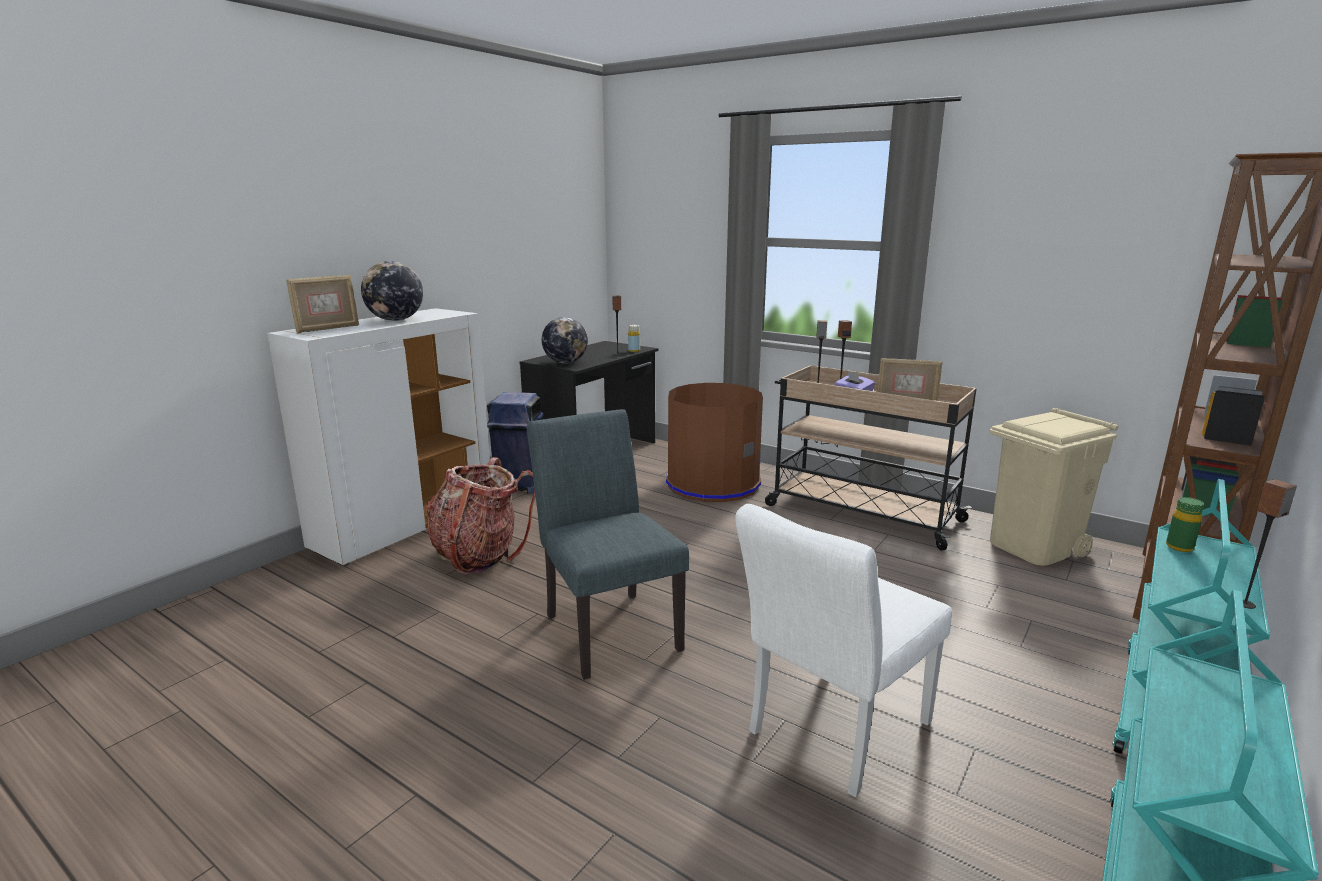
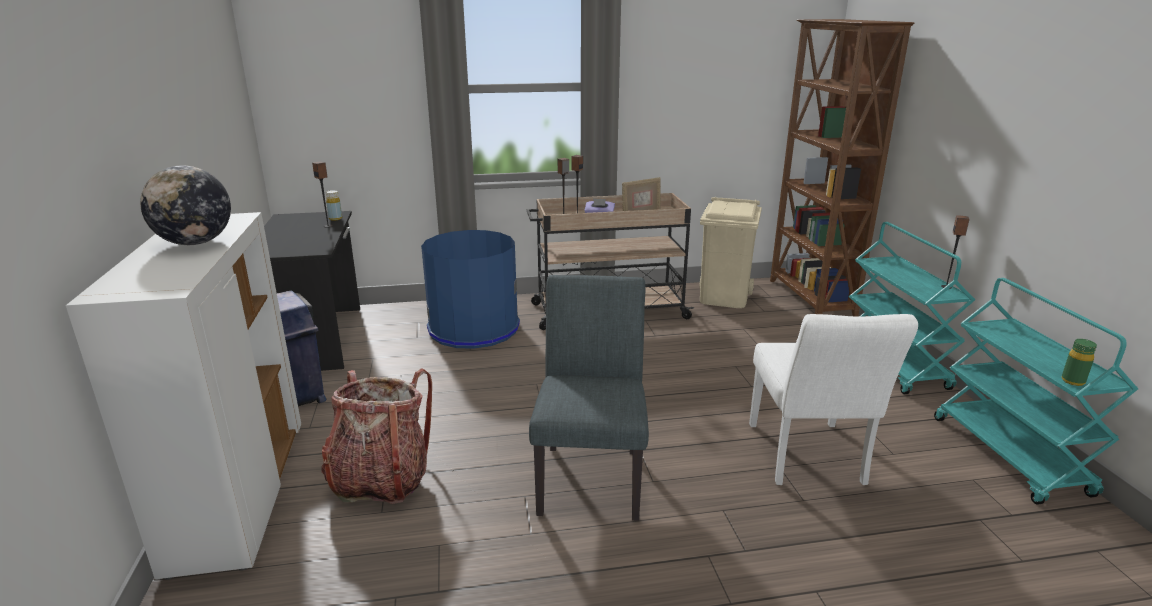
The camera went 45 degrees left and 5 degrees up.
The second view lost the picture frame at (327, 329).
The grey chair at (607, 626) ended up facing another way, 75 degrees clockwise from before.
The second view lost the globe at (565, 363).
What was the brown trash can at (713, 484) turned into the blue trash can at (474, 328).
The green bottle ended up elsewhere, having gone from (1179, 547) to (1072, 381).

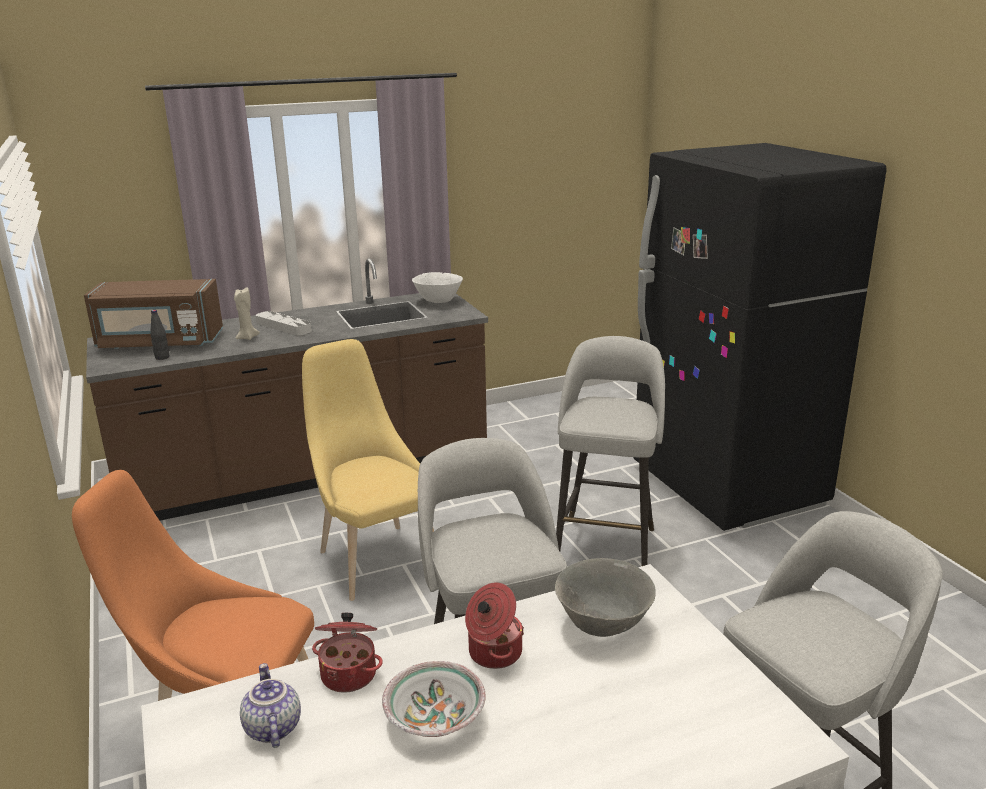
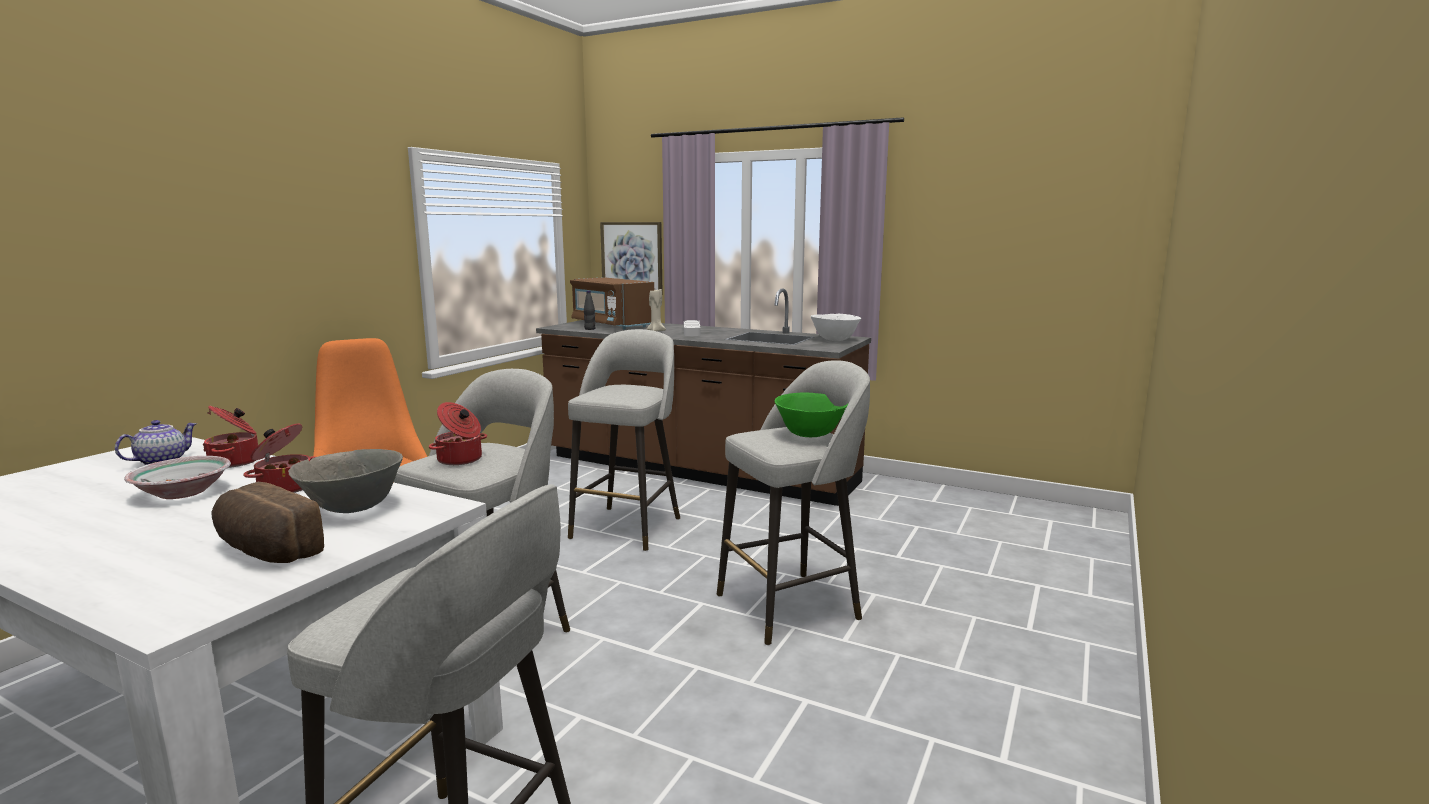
The camera went 50 degrees right and 10 degrees down.
Where the yellow chair stood at (375, 556), the grey stool came to stand at (628, 526).
The second view lost the black fridge at (727, 486).
The second view gained the bread at (265, 550).
The second view gained the cooking pot at (460, 460).
The second view gained the picture at (632, 258).
The second view gained the green bowl at (810, 435).

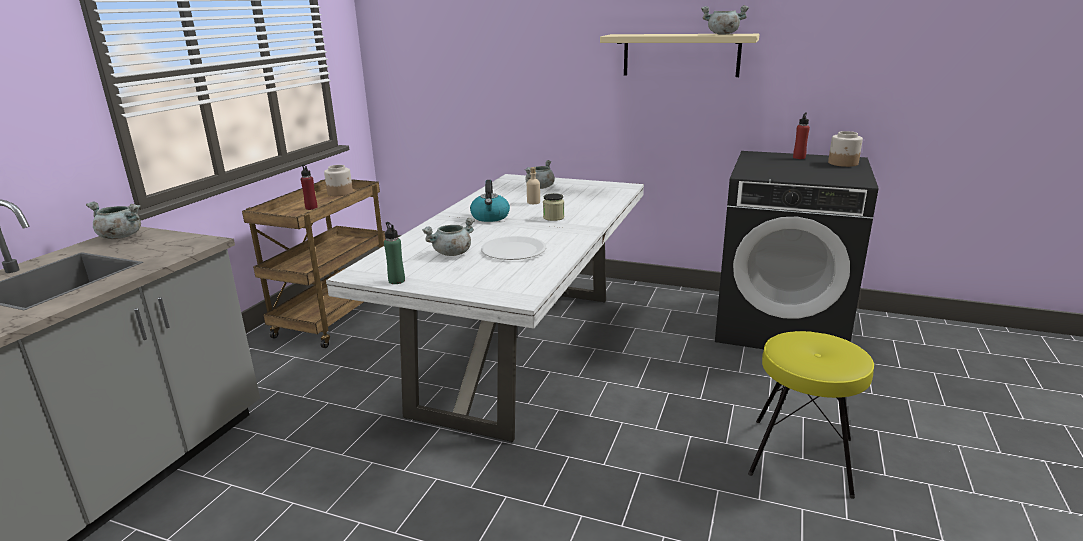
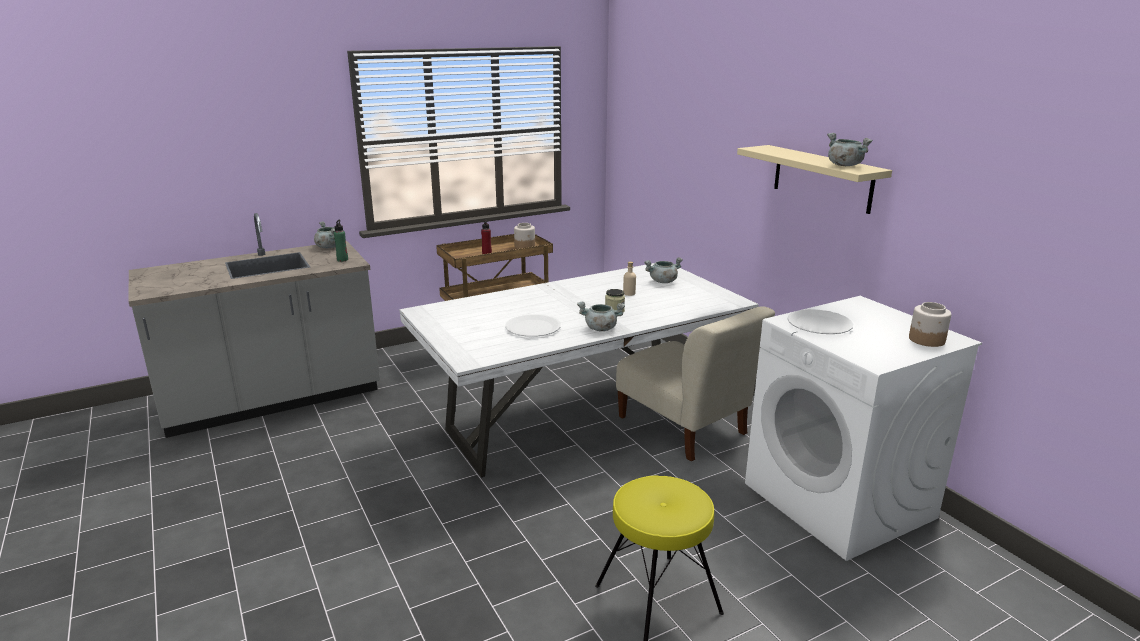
The camera went 40 degrees right and 0 degrees up.
The green bottle ended up elsewhere, having gone from (396, 281) to (342, 260).
The grey cooking pot ended up elsewhere, having gone from (452, 253) to (600, 328).
The second view lost the kettle at (490, 217).
What was the black washing machine at (781, 326) turned into the white washing machine at (839, 501).
The second view lost the red bottle at (799, 157).
The second view gained the beige chair at (685, 428).
The second view gained the white plate at (819, 324).

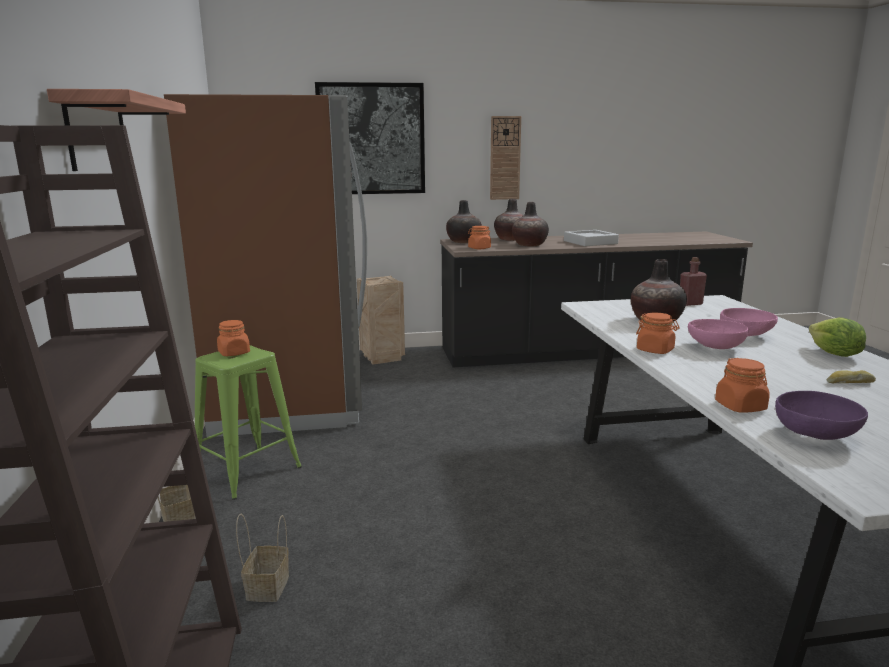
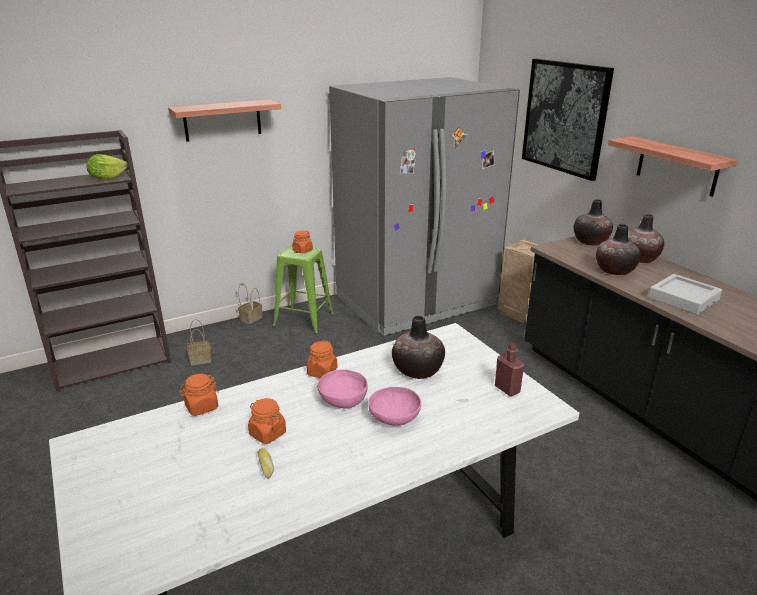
The camera went 70 degrees right and 10 degrees up.
What was the brown fridge at (294, 394) turned into the grey fridge at (416, 301).
The orange jar ended up elsewhere, having gone from (479, 248) to (267, 433).
Where the wall clock hung at (505, 158), the shelf came to hang at (677, 166).
The second view lost the purple bowl at (815, 436).
The lettuce ended up elsewhere, having gone from (833, 354) to (107, 178).

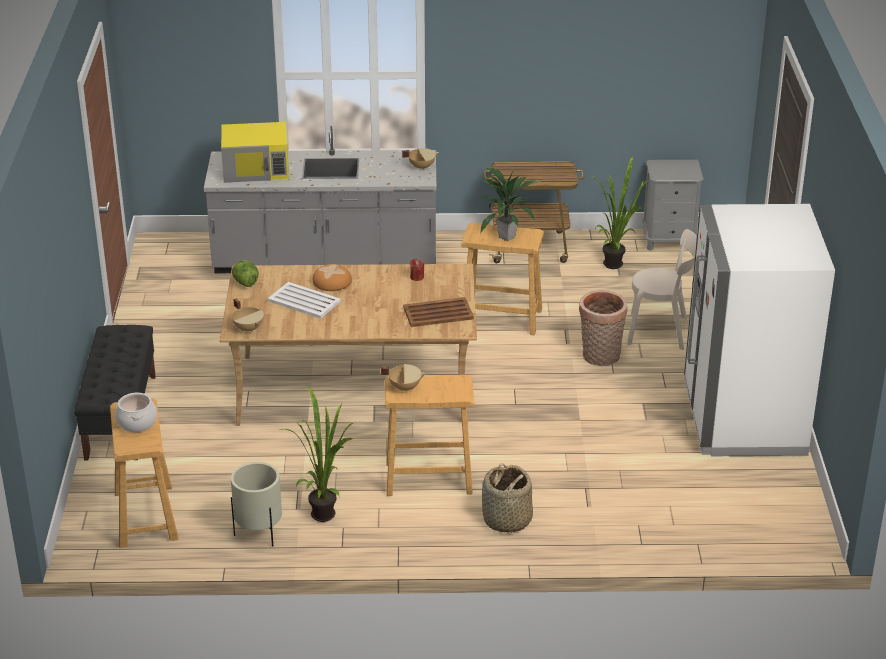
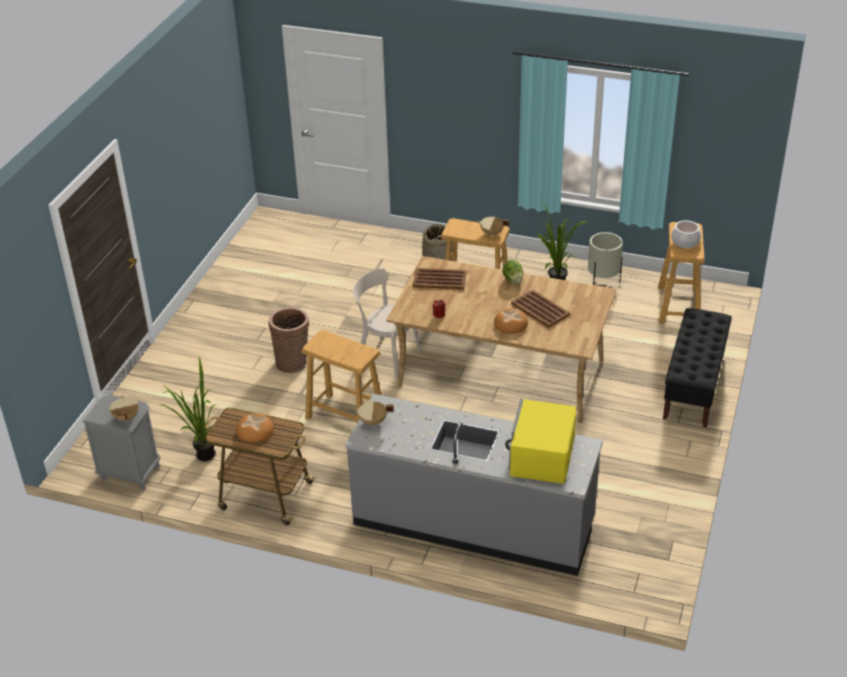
The camera went 160 degrees left and 5 degrees up.
The yellow microwave at (256, 168) ended up facing another way, 90 degrees counterclockwise from before.
The lettuce ended up elsewhere, having gone from (245, 283) to (513, 280).
The beige cooking pot ended up elsewhere, having gone from (249, 328) to (125, 417).
What was the white tray at (303, 301) turned into the brown tray at (540, 309).
The second view lost the potted plant at (506, 236).
The beige chair ended up elsewhere, having gone from (661, 331) to (385, 356).
The second view lost the white fridge at (743, 419).
The second view gained the bread at (254, 430).

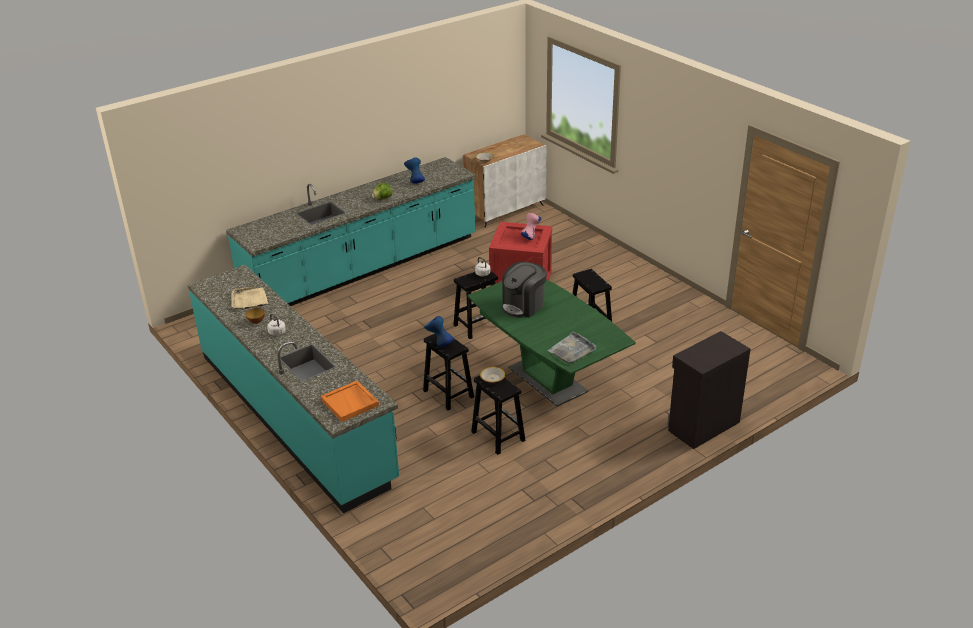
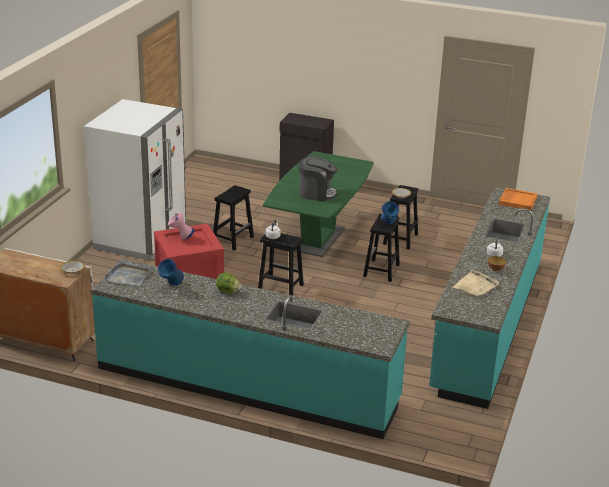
The camera went 125 degrees left and 5 degrees down.
The grey tray ended up elsewhere, having gone from (572, 350) to (128, 276).
The second view gained the white fridge at (140, 238).

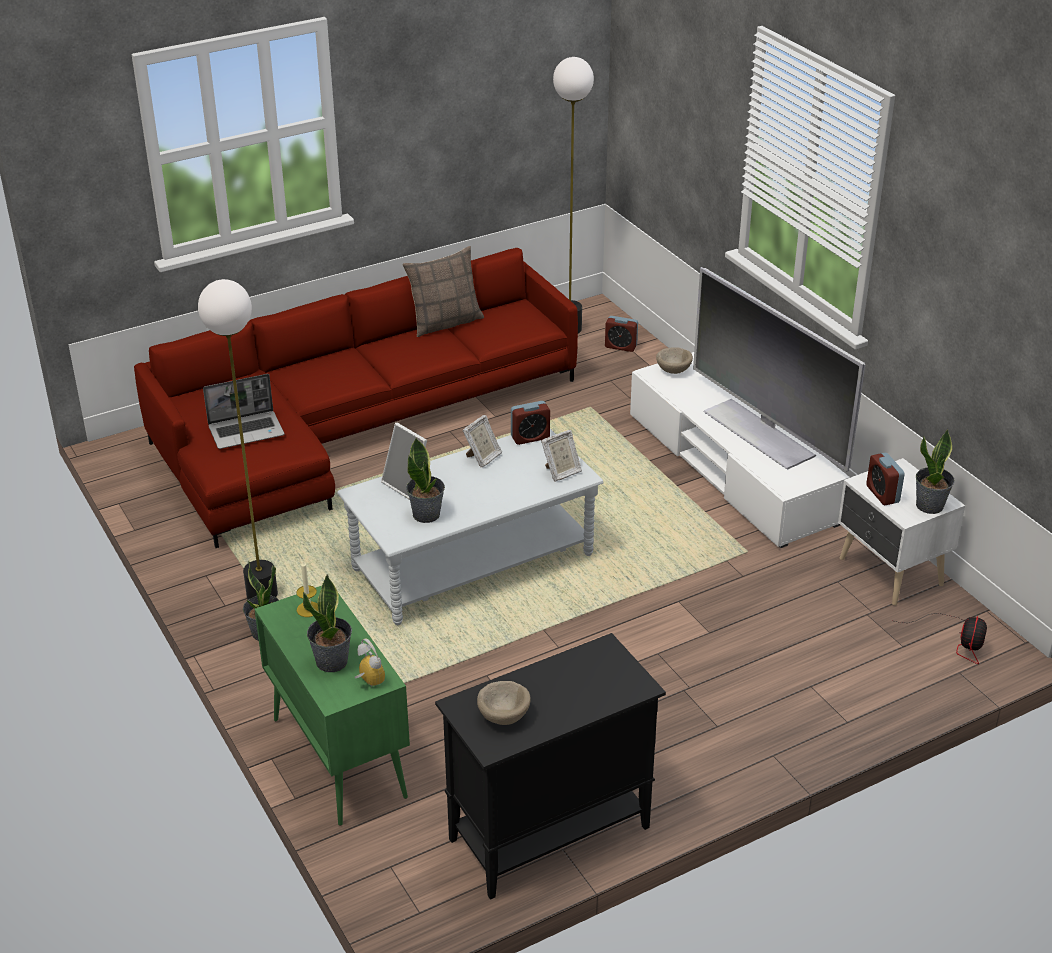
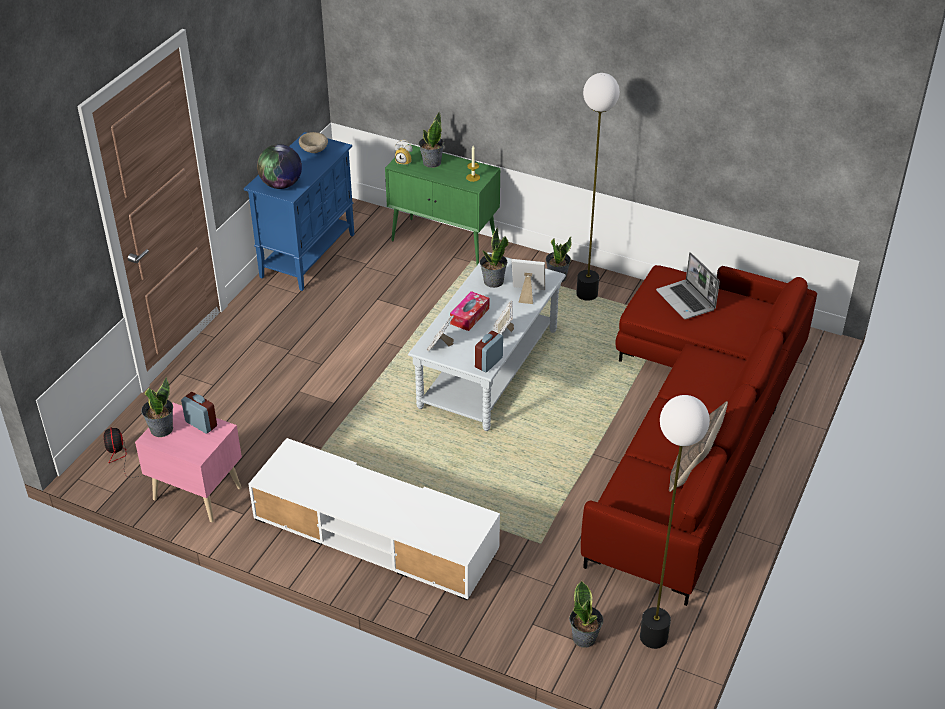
The camera went 145 degrees right and 5 degrees up.
The laptop at (247, 431) ended up facing another way, 60 degrees counterclockwise from before.
What was the black cabinet at (548, 834) turned into the blue cabinet at (308, 255).
Where the alarm clock stood at (620, 346), the potted plant came to stand at (584, 637).
The second view lost the beige bowl at (674, 369).
The second view lost the television at (760, 432).
What was the white nightstand at (890, 573) turned into the pink nightstand at (197, 492).
The second view gained the globe at (281, 185).
The second view gained the tissue box at (469, 316).

